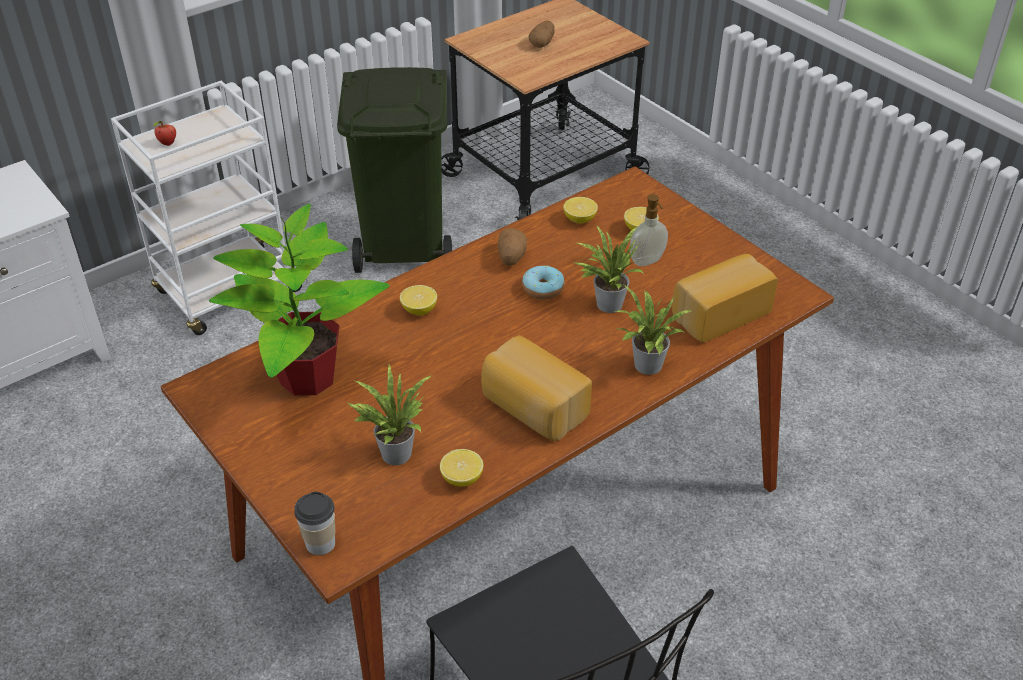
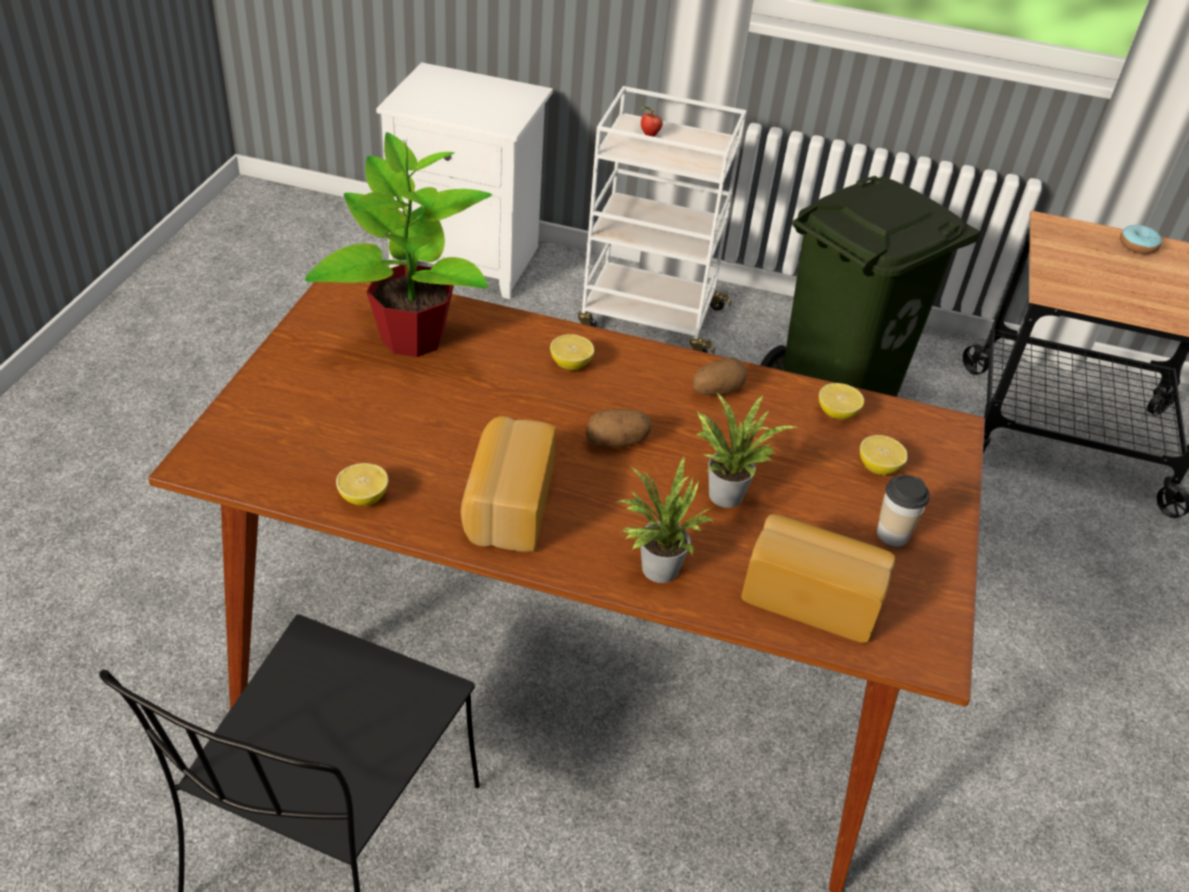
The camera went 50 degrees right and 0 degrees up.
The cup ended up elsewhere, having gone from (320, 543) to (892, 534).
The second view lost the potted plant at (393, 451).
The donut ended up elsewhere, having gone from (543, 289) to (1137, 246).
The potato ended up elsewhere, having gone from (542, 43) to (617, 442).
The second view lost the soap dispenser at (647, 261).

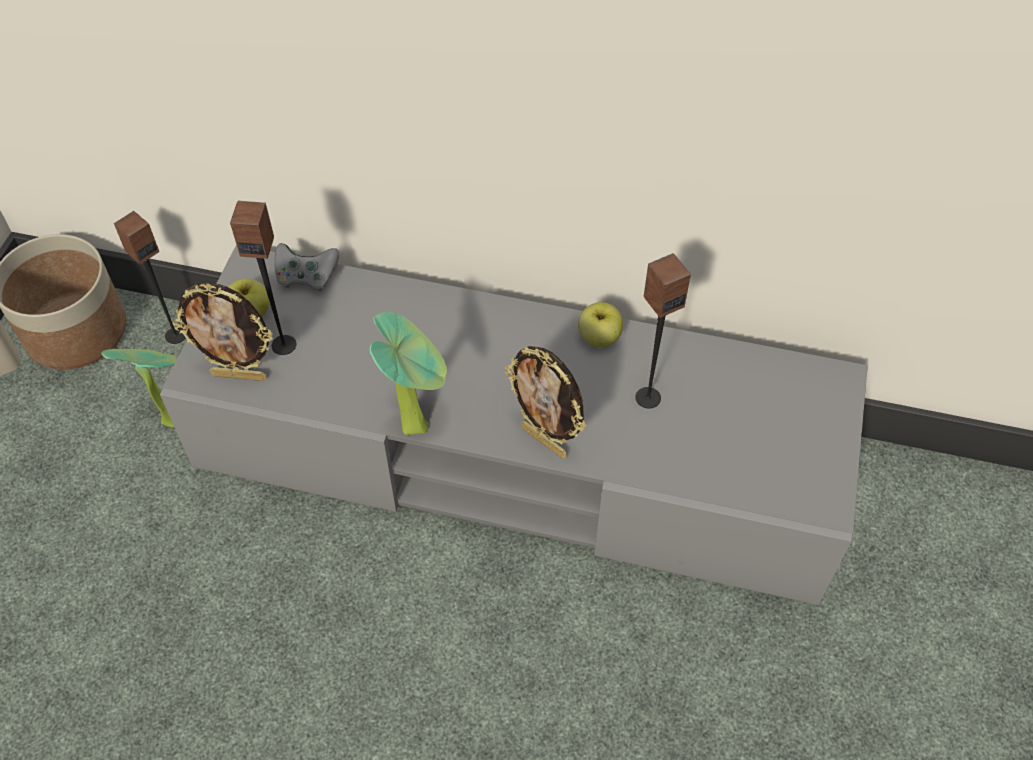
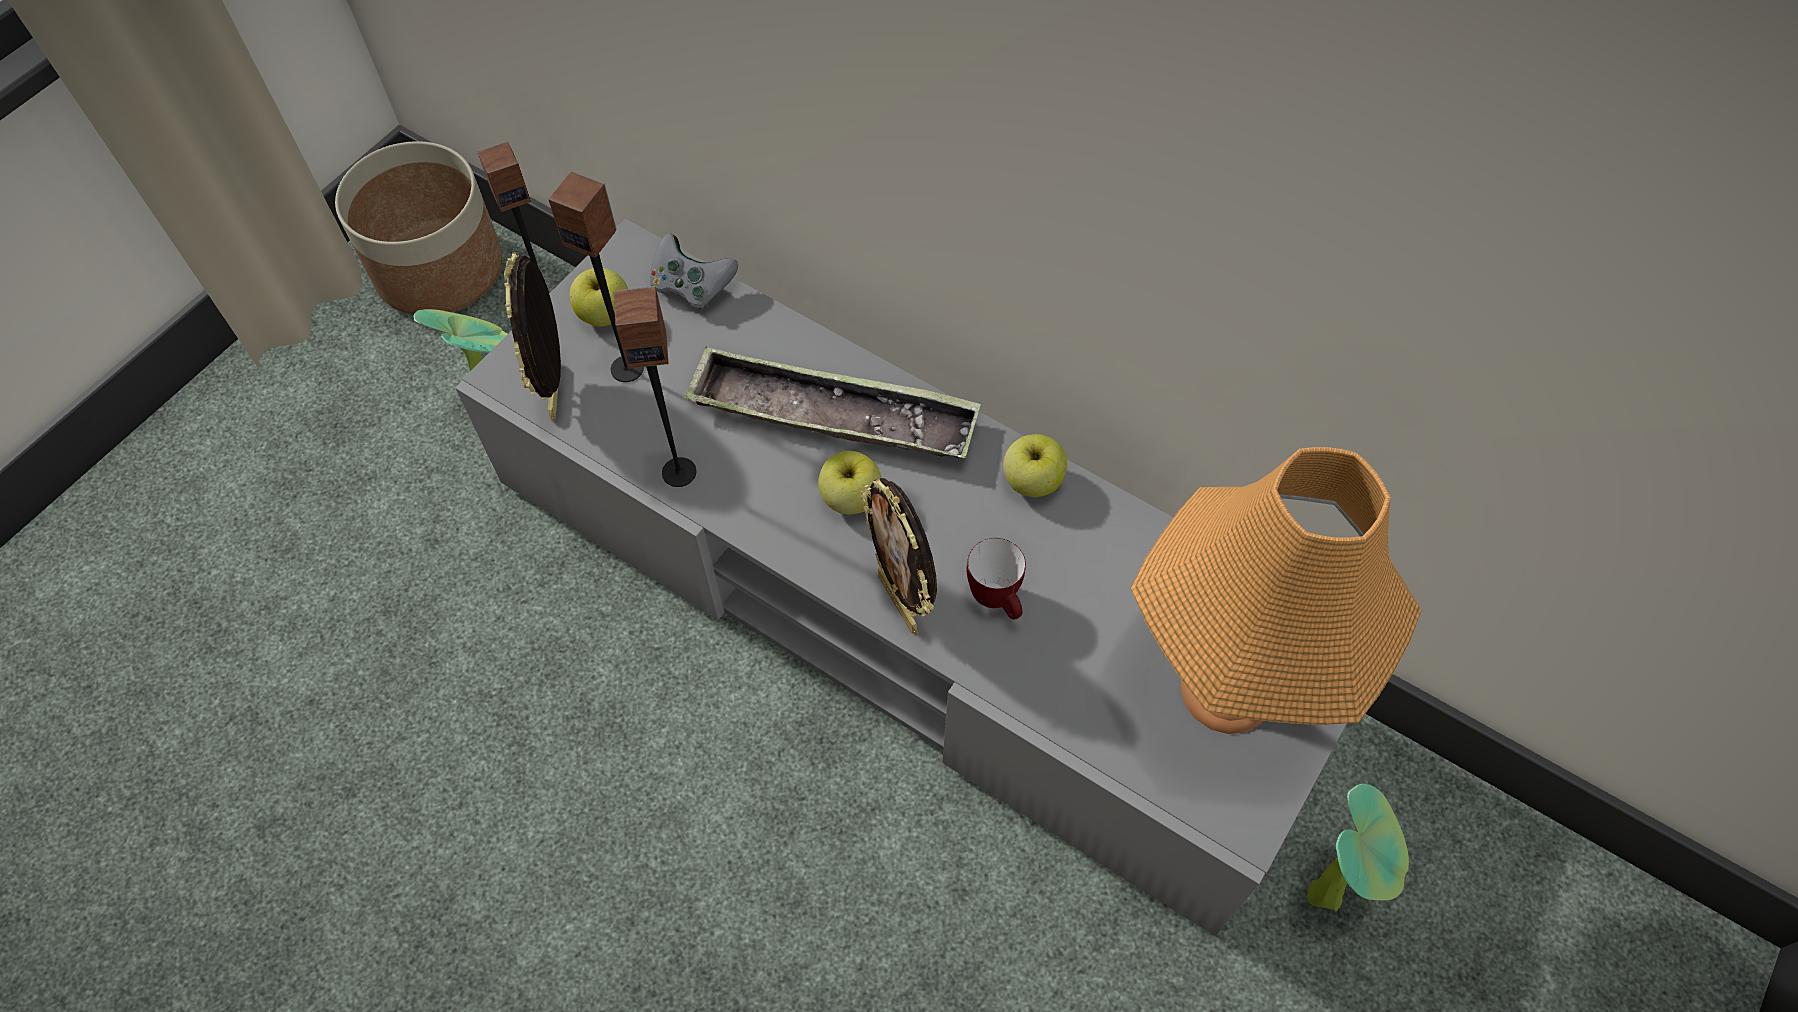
The camera went 20 degrees right and 5 degrees up.
The picture frame at (240, 375) ended up facing another way, 60 degrees clockwise from before.
The potted plant ended up elsewhere, having gone from (418, 424) to (1329, 892).
The speaker ended up elsewhere, having gone from (647, 397) to (679, 471).
The second view gained the tray at (832, 414).
The second view gained the apple at (850, 498).
The second view gained the mug at (997, 601).
The second view gained the orange table lamp at (1227, 689).

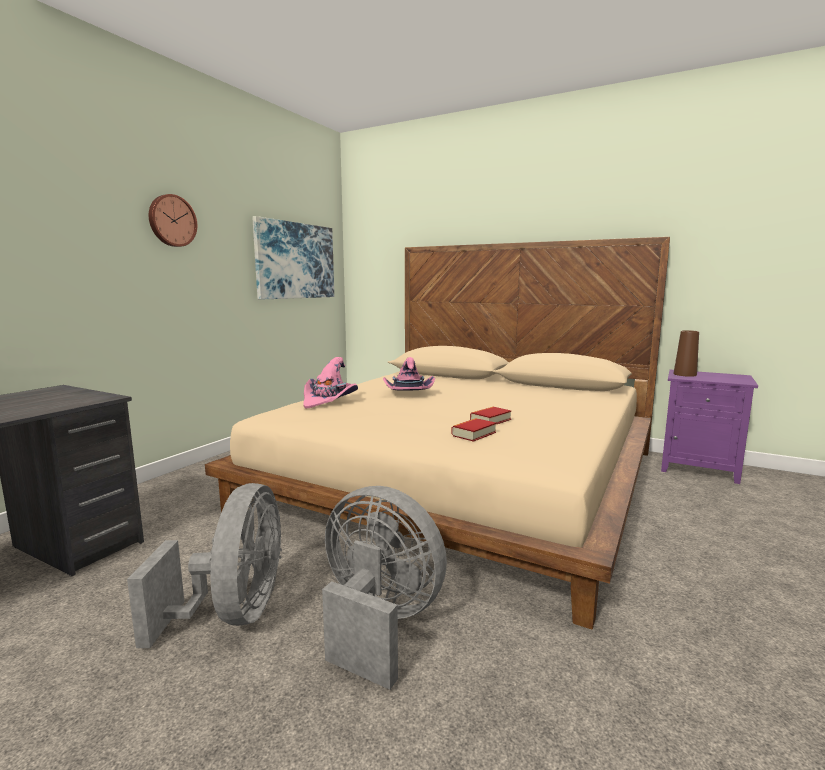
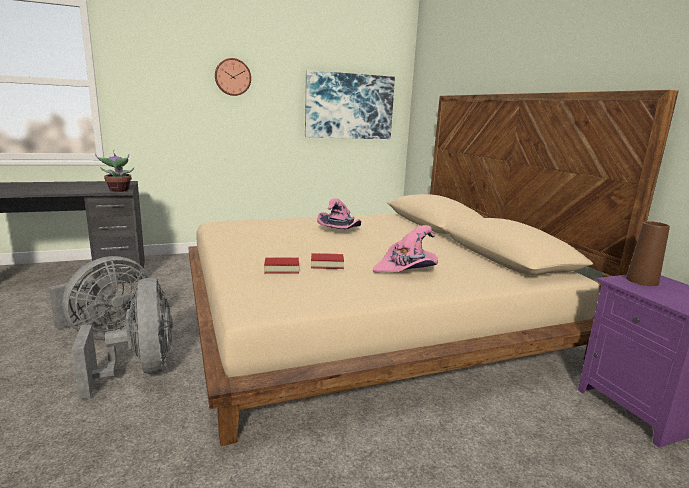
The camera went 40 degrees right and 5 degrees up.
The pink hat ended up elsewhere, having gone from (329, 400) to (406, 269).
The second view gained the potted plant at (118, 190).

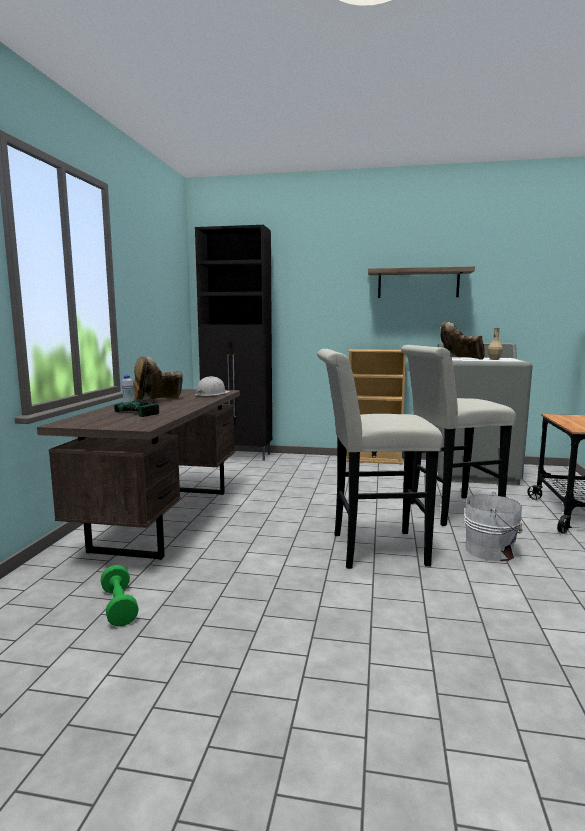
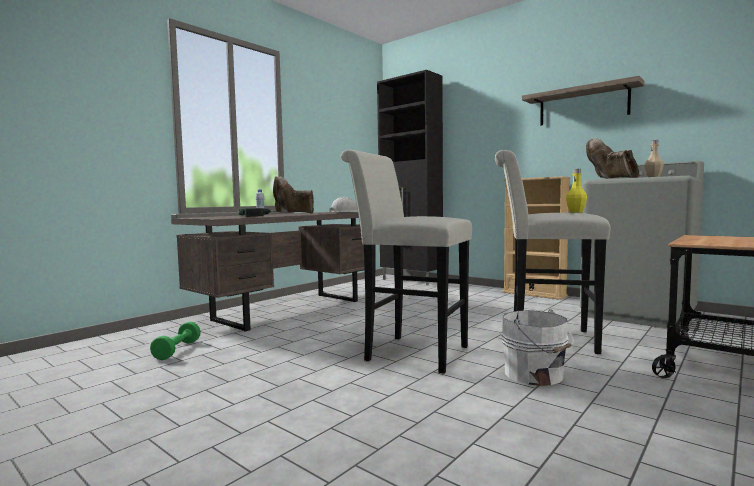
The camera went 30 degrees right and 5 degrees down.
The second view gained the yellow bottle at (576, 212).

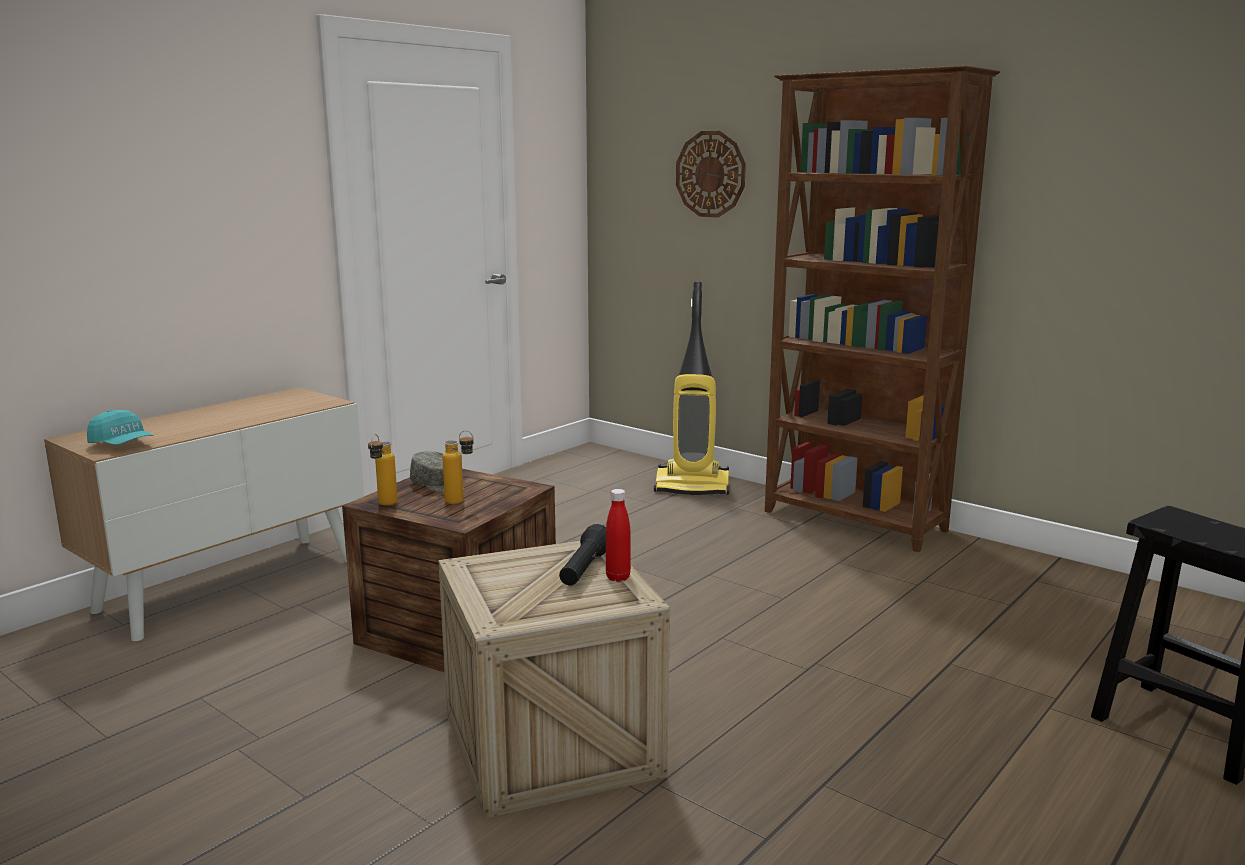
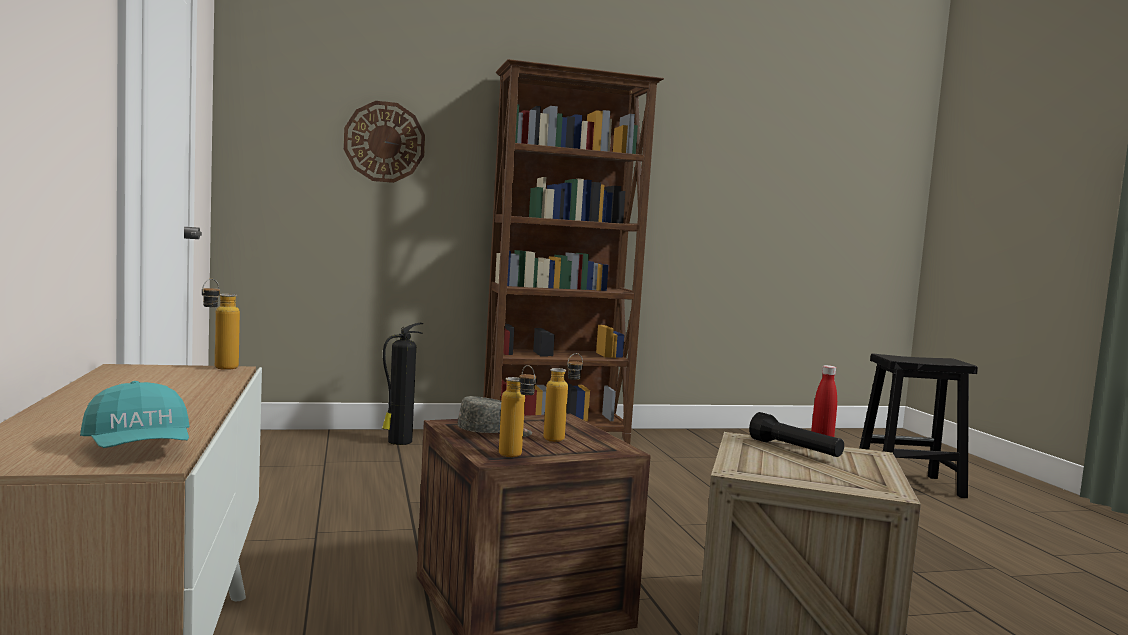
The camera went 55 degrees left and 10 degrees down.
The turquoise cap at (122, 445) ended up facing another way, 75 degrees clockwise from before.
Where the vacuum cleaner stood at (693, 487), the fire extinguisher came to stand at (398, 442).
The second view gained the bottle at (218, 369).

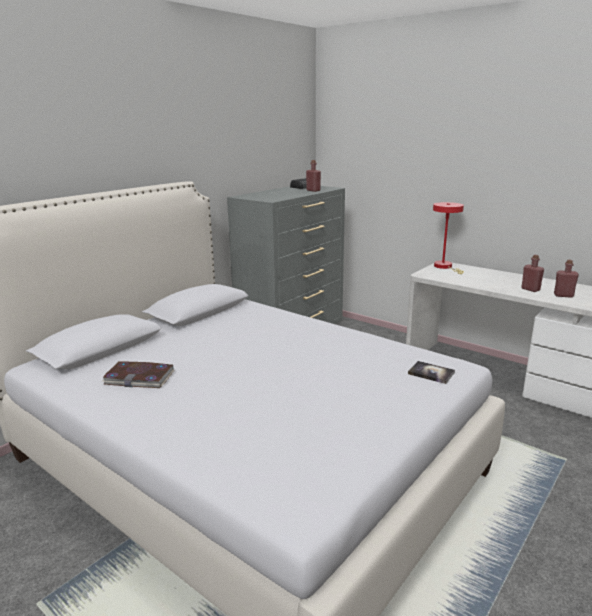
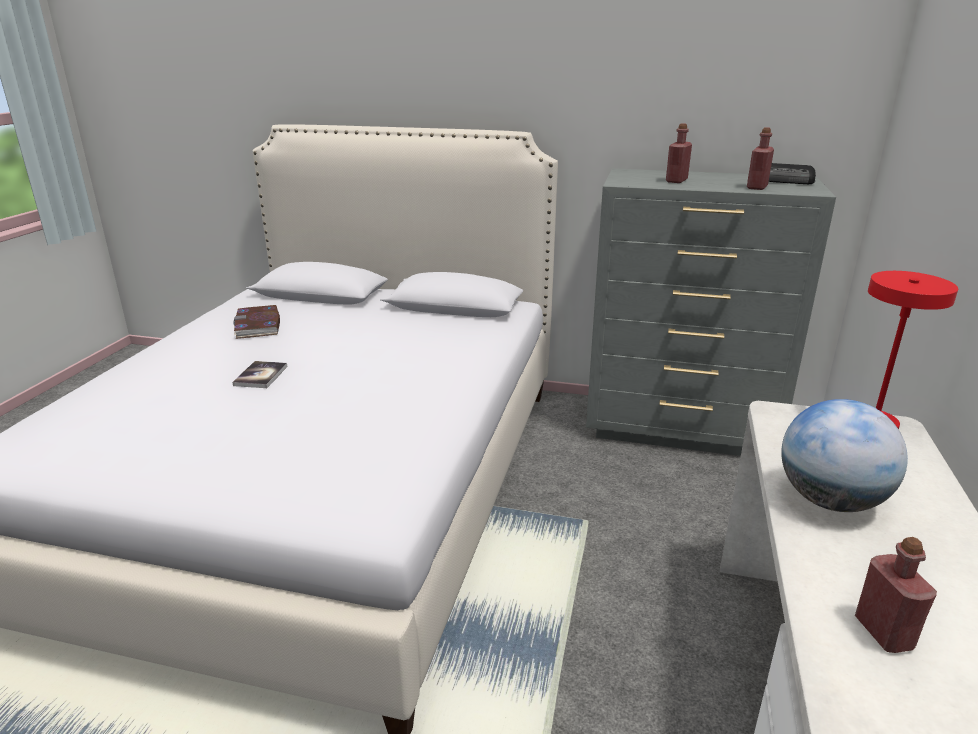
The camera went 65 degrees right and 5 degrees up.
The book ended up elsewhere, having gone from (431, 373) to (261, 376).
The red bottle ended up elsewhere, having gone from (530, 289) to (676, 181).
The second view gained the globe at (830, 501).

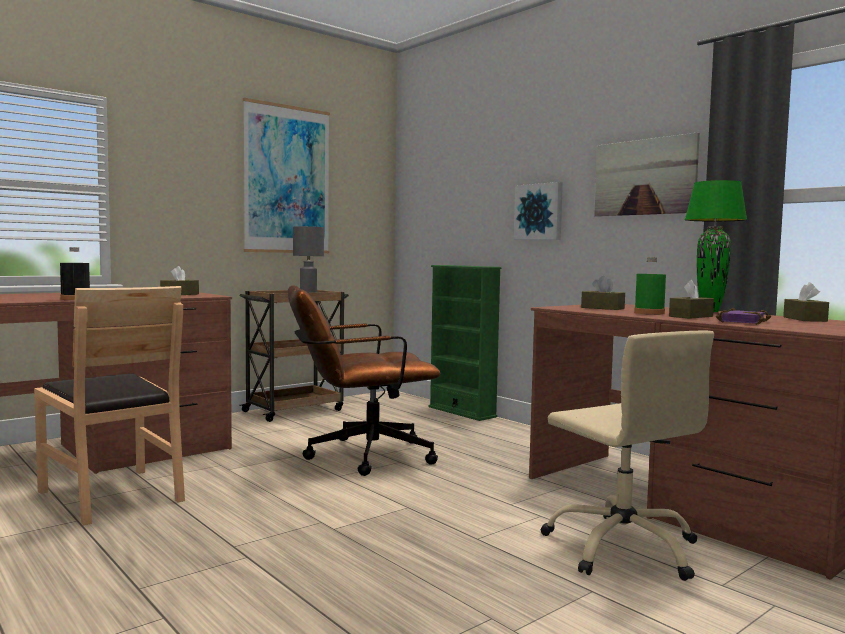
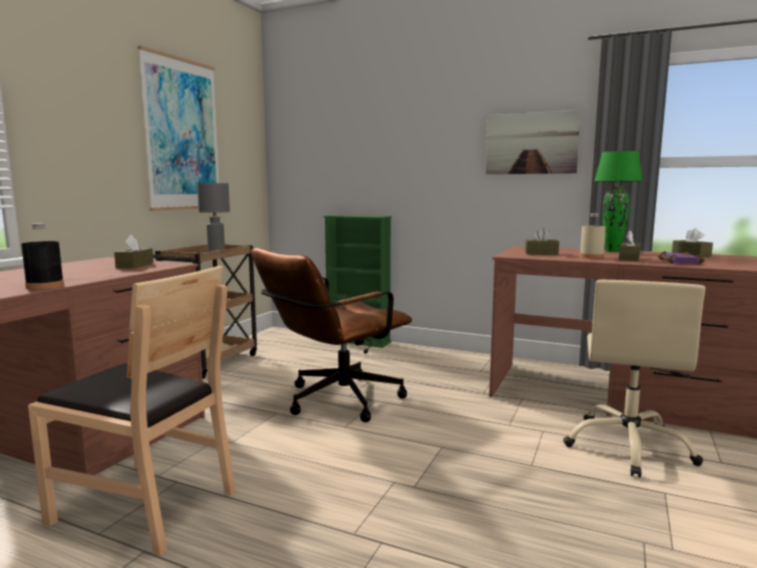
The camera went 25 degrees left and 5 degrees up.
The second view lost the picture at (539, 212).
The beige office chair at (623, 547) ended up facing another way, 75 degrees clockwise from before.
What was the green bottle at (649, 313) turned into the beige bottle at (591, 257).

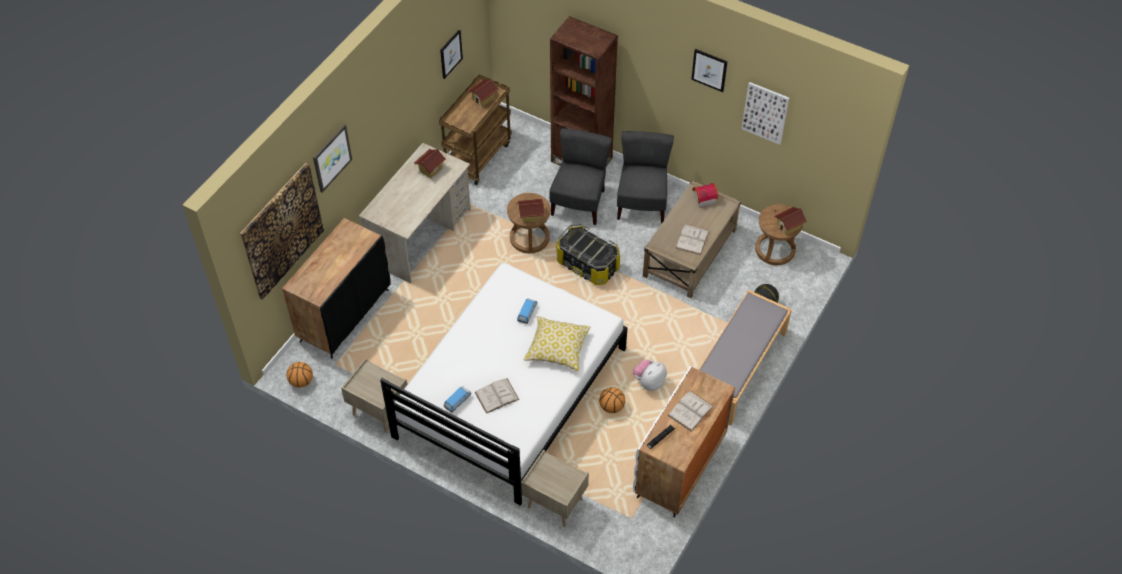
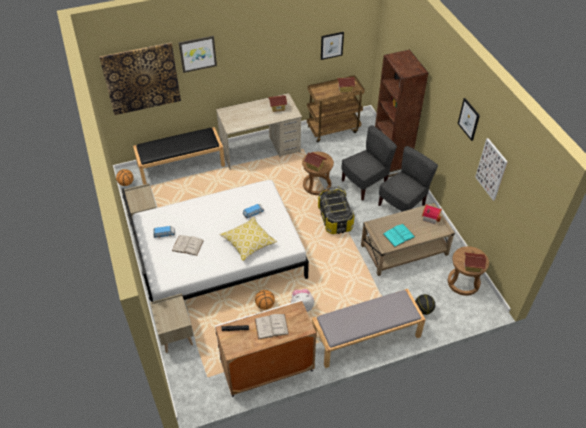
The camera went 40 degrees right and 5 degrees down.
Where the black cabinet stood at (344, 315), the black bench came to stand at (181, 165).
What was the white book at (692, 239) turned into the turquoise book at (399, 235).

